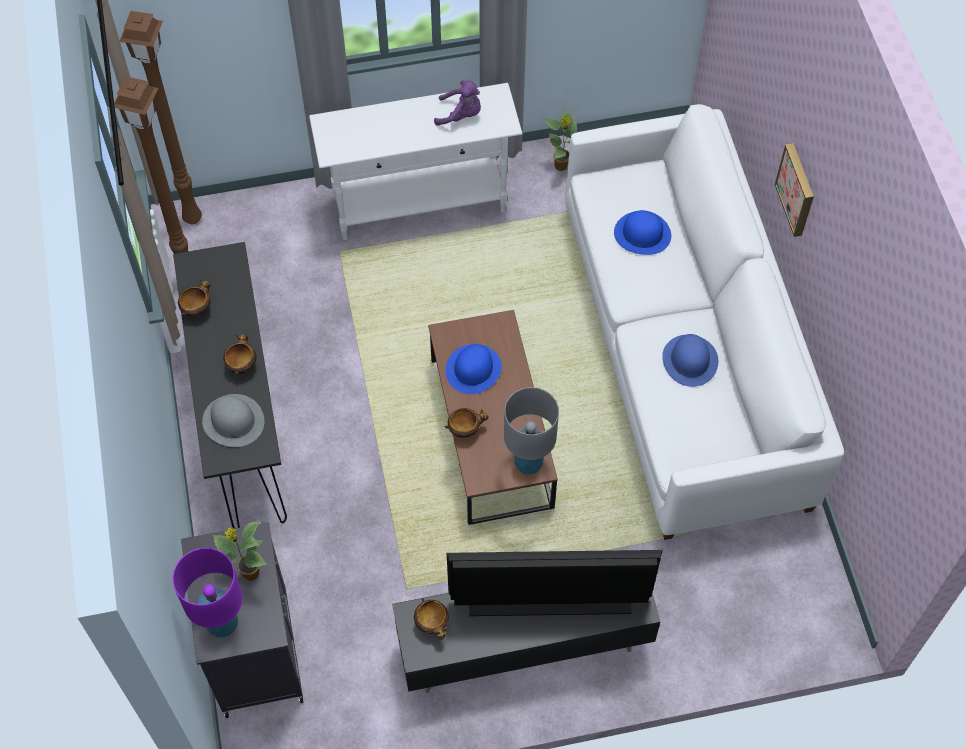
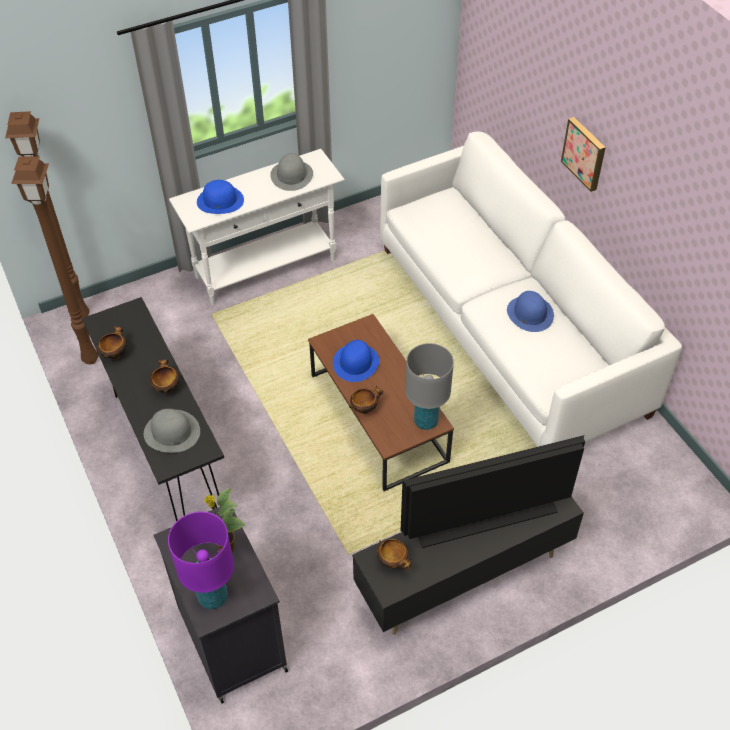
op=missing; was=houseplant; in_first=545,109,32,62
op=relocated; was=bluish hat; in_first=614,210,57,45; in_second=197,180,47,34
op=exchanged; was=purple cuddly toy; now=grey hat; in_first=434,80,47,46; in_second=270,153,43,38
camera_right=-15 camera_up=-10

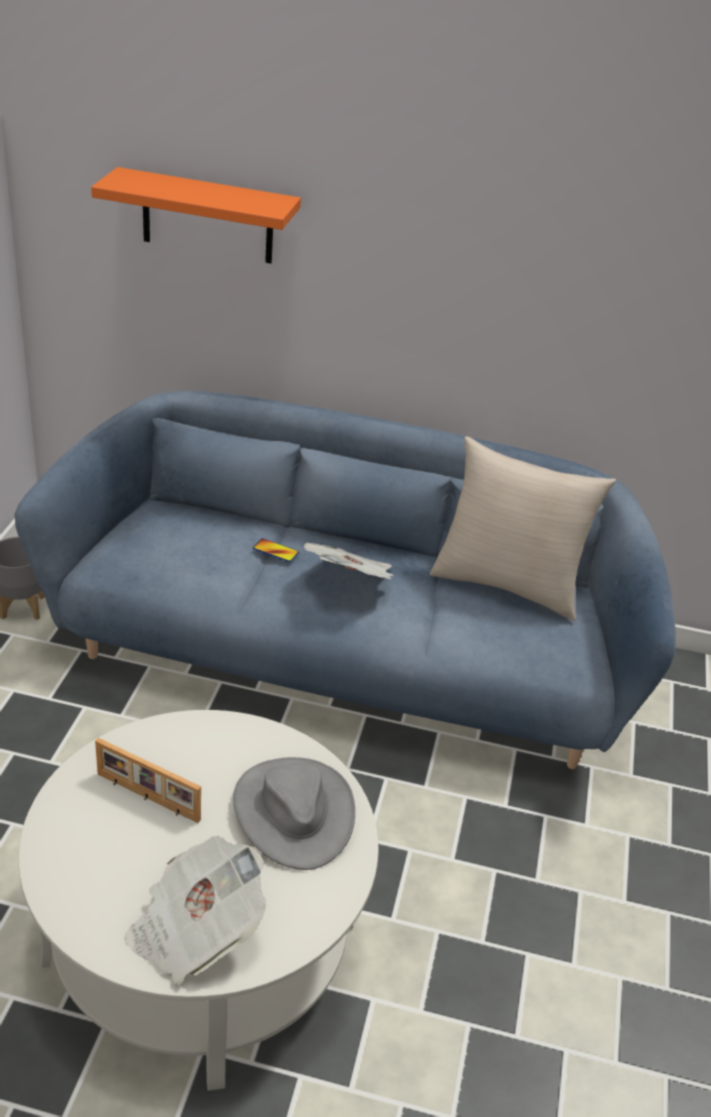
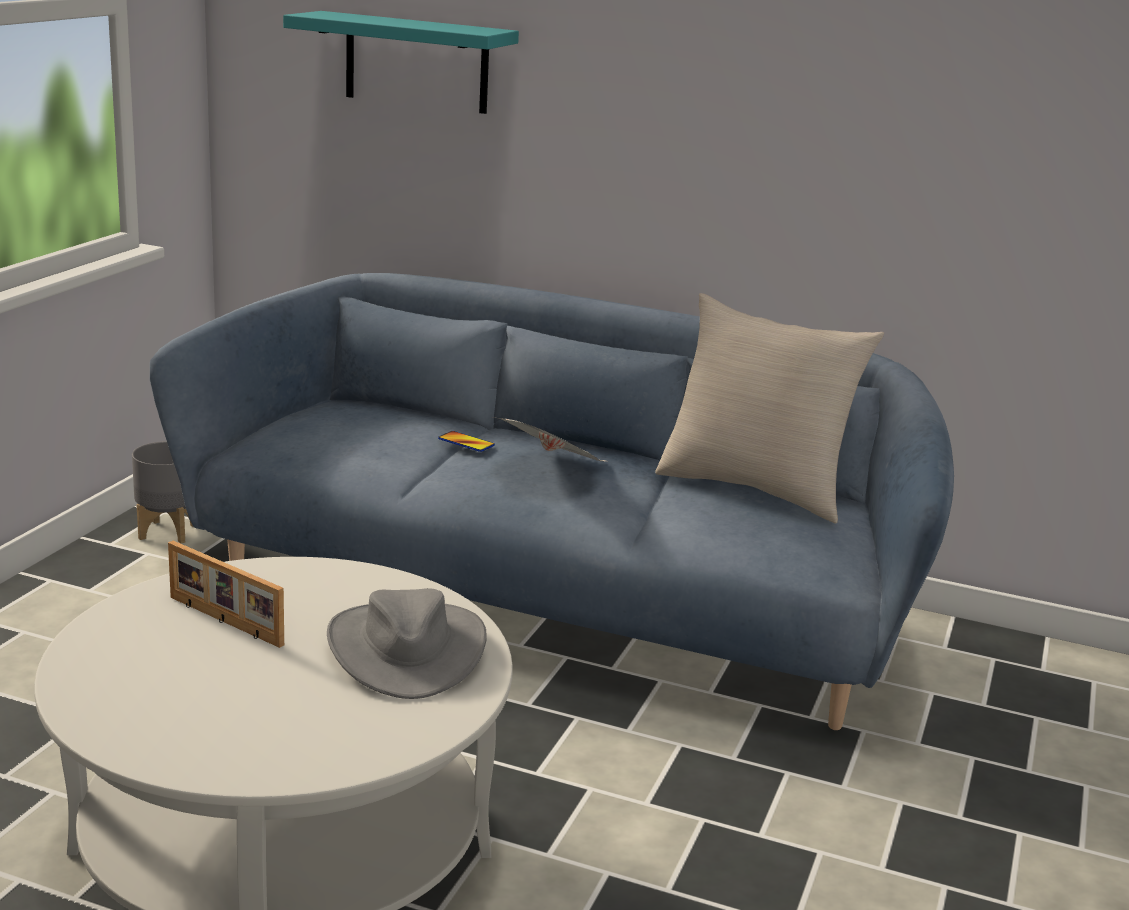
op=missing; was=daily paper; in_first=125,836,141,148
op=colour; was=orange wall shelf; now=blue-green wall shelf; in_first=91,167,210,97; in_second=283,11,236,103
camera_right=10 camera_up=-15

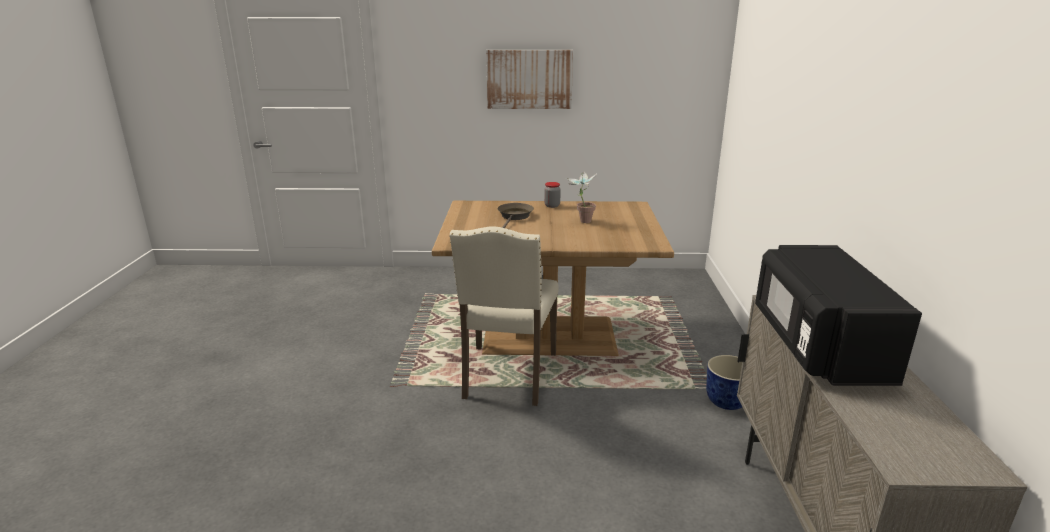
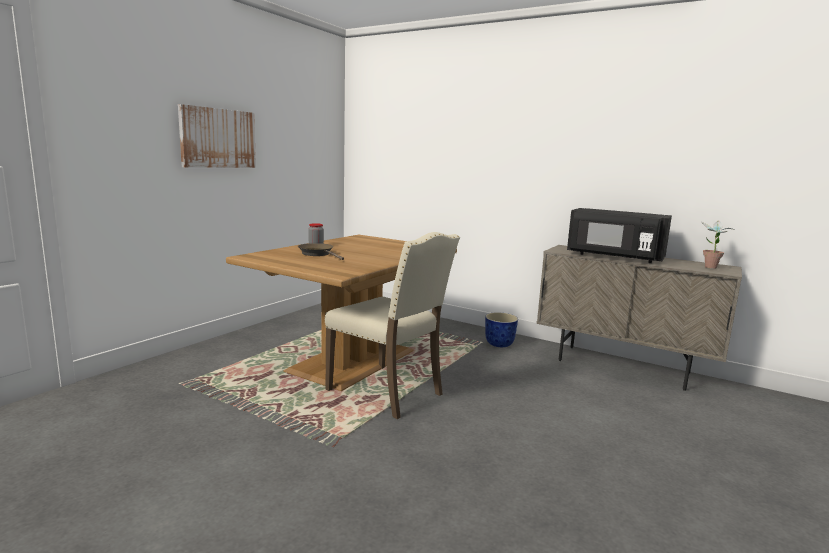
op=relocated; was=houseplant; in_first=566,172,30,51; in_second=702,220,32,49
camera_right=-60 camera_up=-10

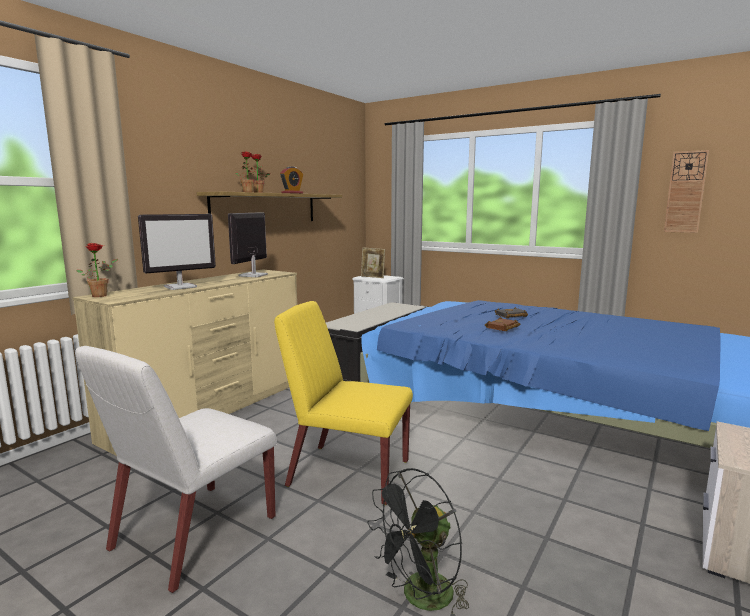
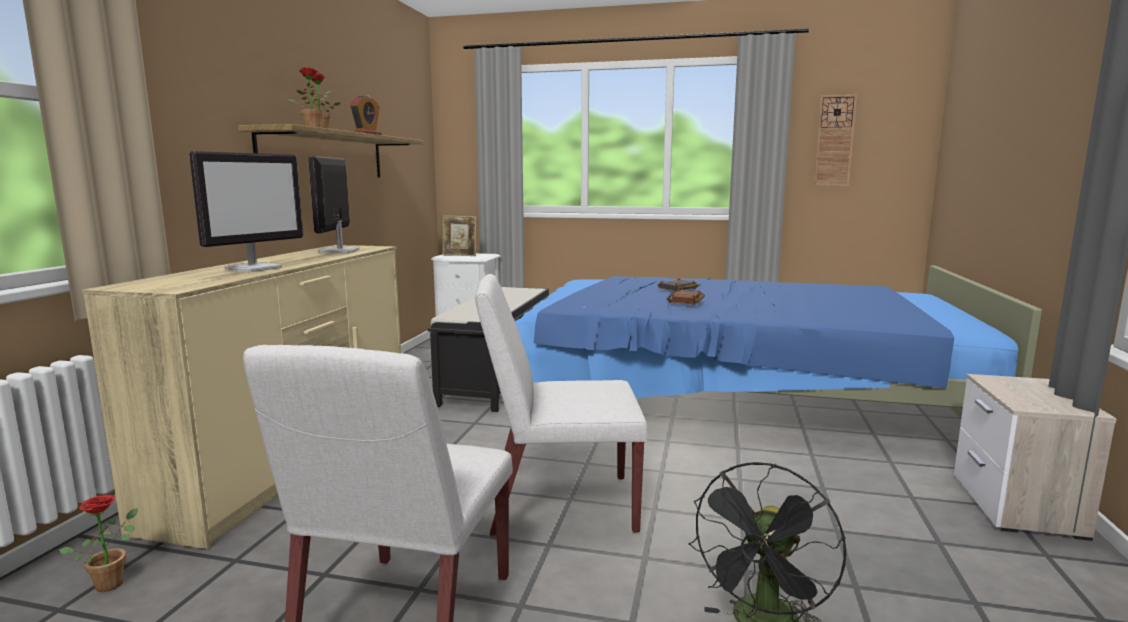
op=relocated; was=houseplant; in_first=76,243,42,54; in_second=59,495,79,97
op=colour; was=yellow-coloured upright chair; now=whitish upright chair; in_first=274,301,139,204; in_second=475,274,173,263
camera_right=-20 camera_up=0

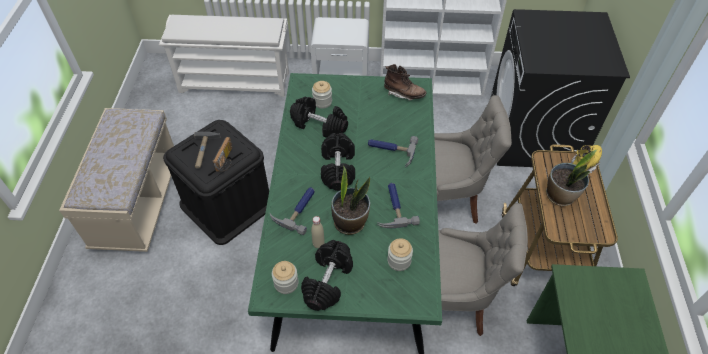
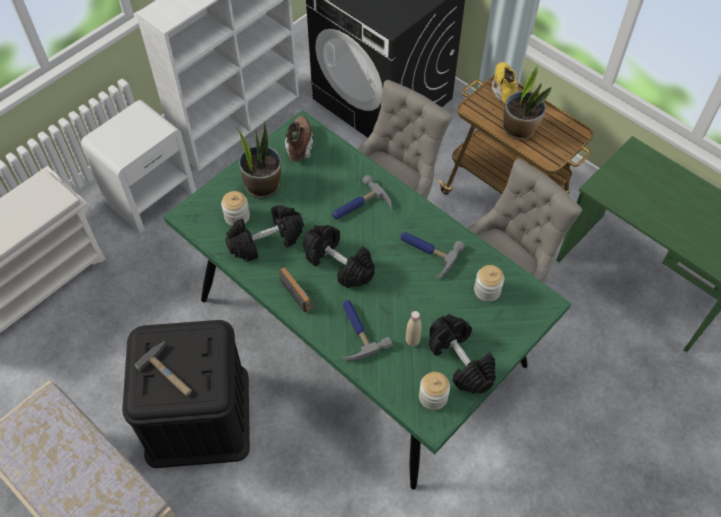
op=relocated; was=radio; in_first=212,137,20,35; in_second=279,267,37,46
op=relocated; was=houseplant; in_first=331,167,39,68; in_second=237,121,44,77
op=spun; was=brown high-top boot; in_first=384,64,42,37; in_second=285,116,29,46; clockwise=-60
camera_right=-50 camera_up=5

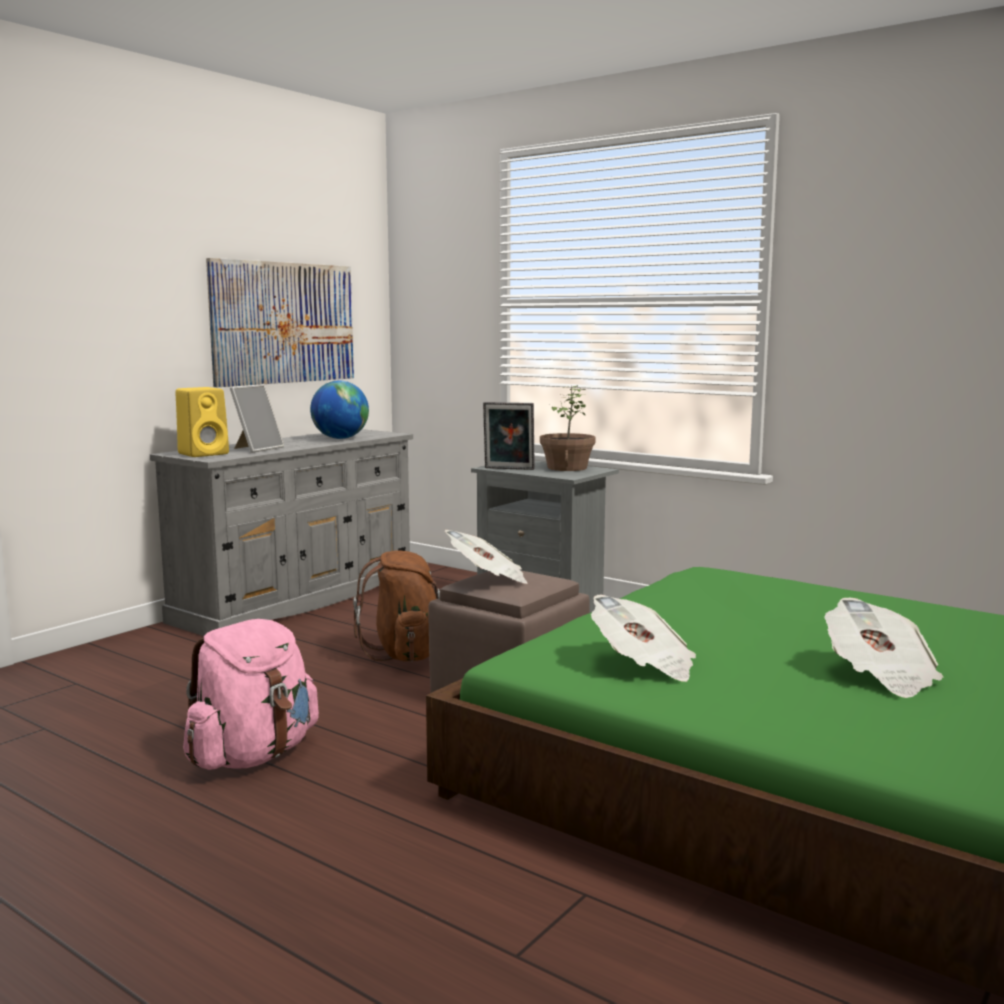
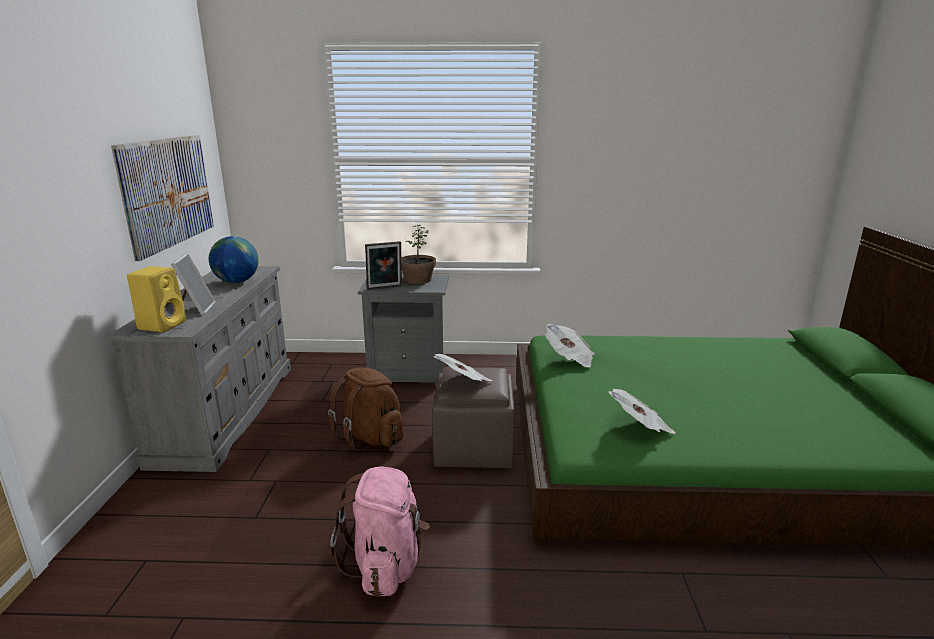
op=relocated; was=daily paper; in_first=824,597,119,101; in_second=545,324,49,43
camera_right=-35 camera_up=10

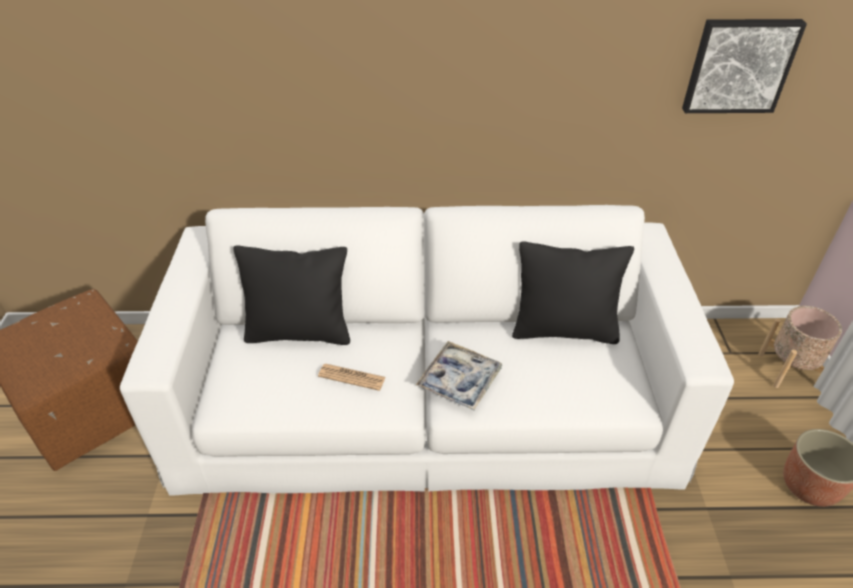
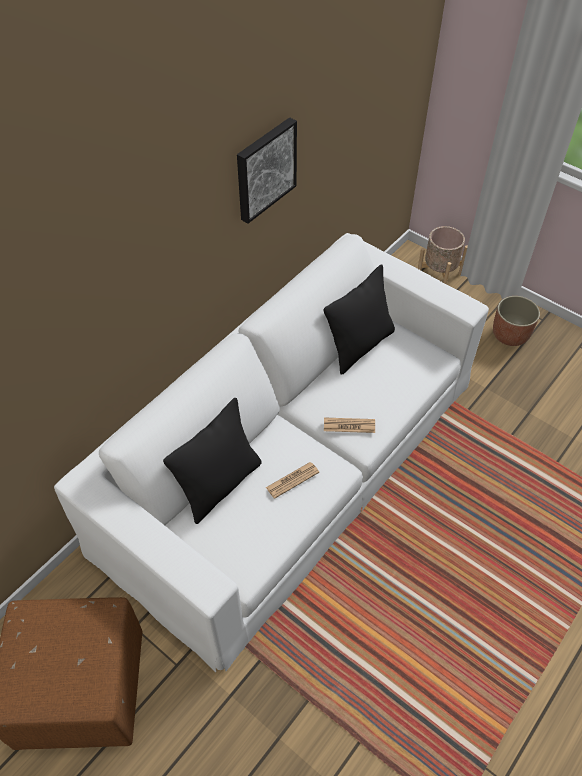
op=relocated; was=picture; in_first=682,19,125,94; in_second=237,117,60,106
op=exchanged; was=serving tray; now=daily paper; in_first=416,341,87,69; in_second=324,417,51,16
camera_right=-50 camera_up=10

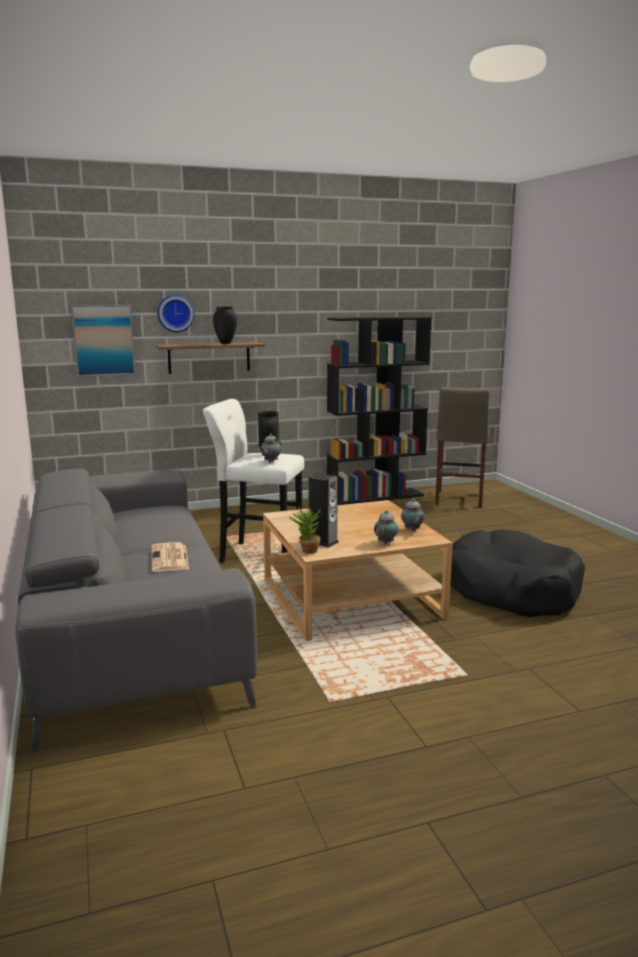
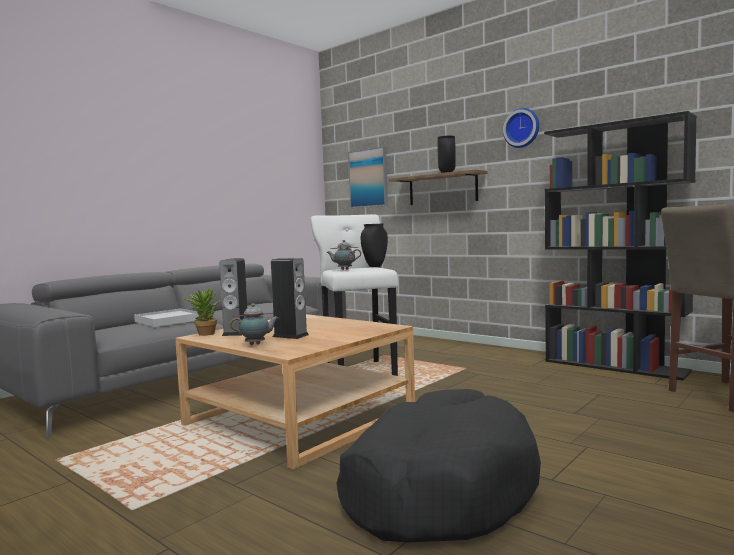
op=missing; was=teapot; in_first=401,499,24,32
op=appeared; now=speaker; in_second=271,258,38,81
op=relocated; was=clock on the wall; in_first=157,295,37,37; in_second=503,108,36,40
op=exchanged; was=daily paper; now=whitish serving tray; in_first=152,542,37,30; in_second=134,308,65,19
camera_right=60 camera_up=-10

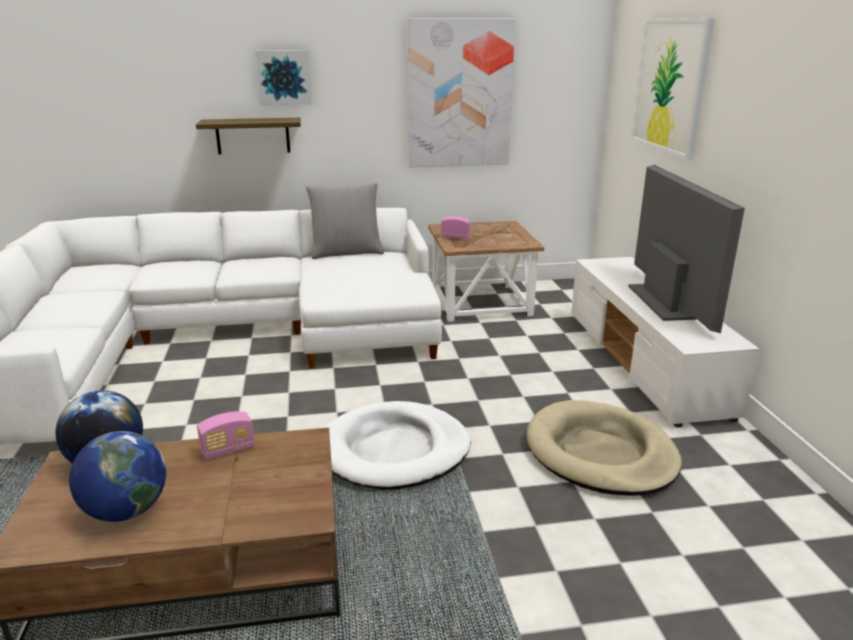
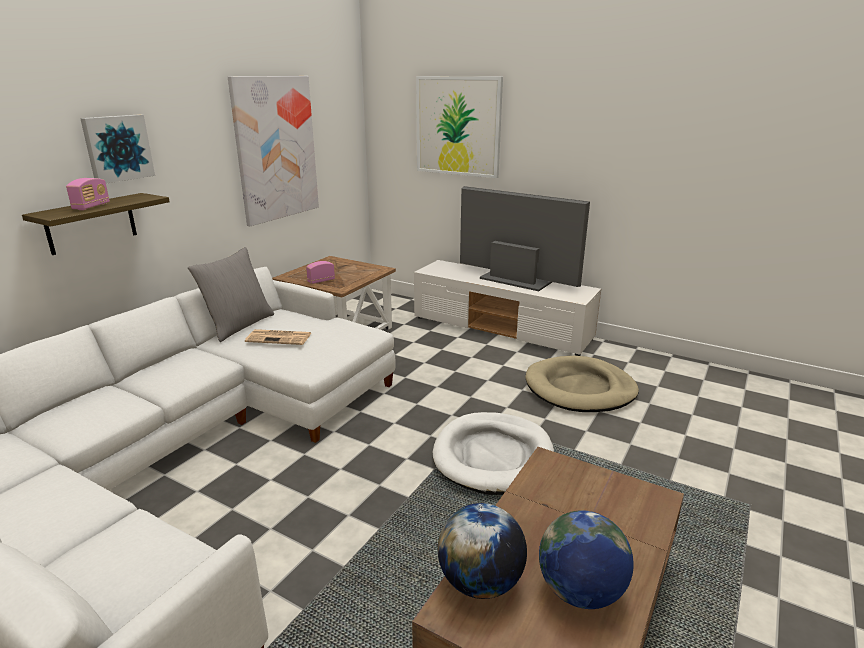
op=appeared; now=daily paper; in_second=245,329,66,16
op=relocated; was=radio; in_first=197,411,58,49; in_second=66,178,44,32
camera_right=-50 camera_up=0

